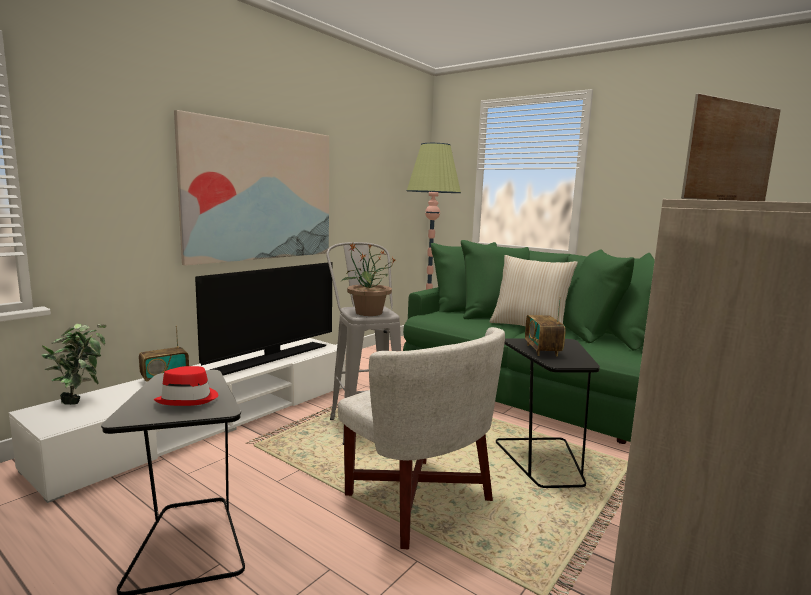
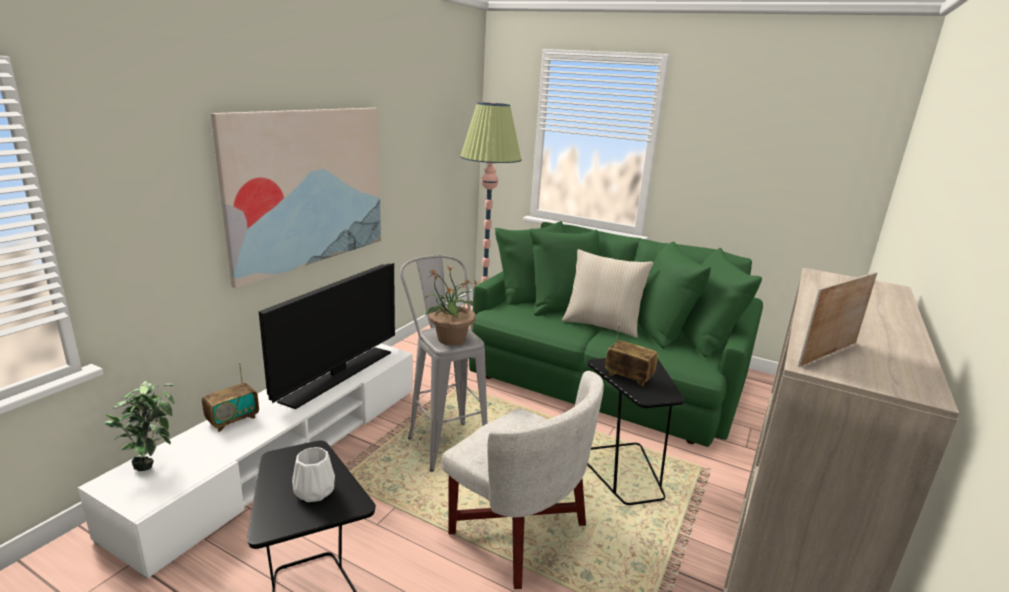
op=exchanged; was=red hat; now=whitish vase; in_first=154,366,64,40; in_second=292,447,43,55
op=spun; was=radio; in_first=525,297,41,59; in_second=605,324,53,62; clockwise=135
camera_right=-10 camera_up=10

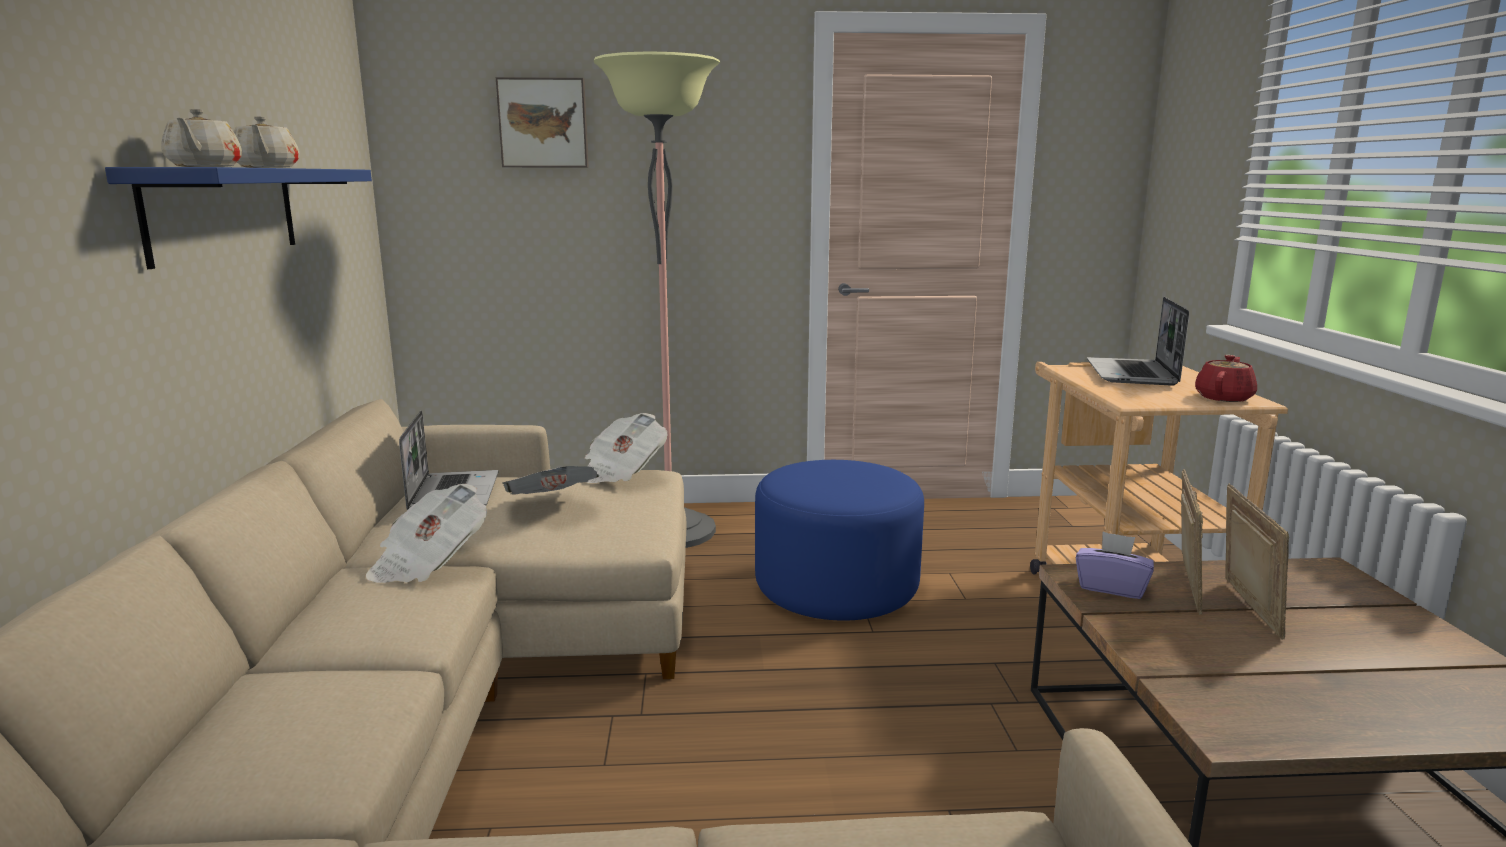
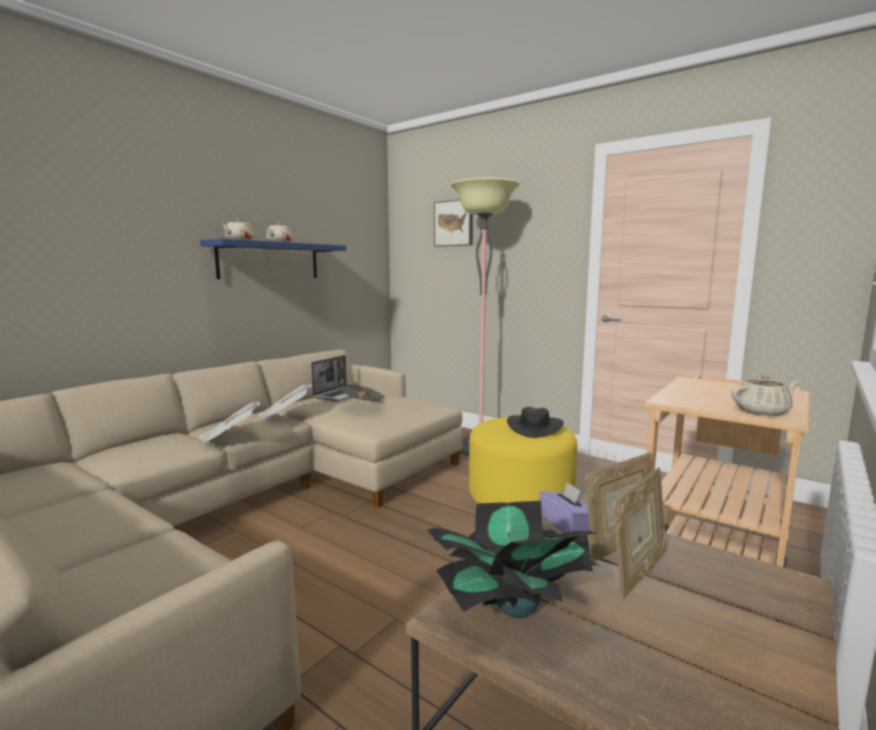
op=missing; was=notebook computer; in_first=1087,297,102,89
op=appeared; now=houseplant; in_second=427,501,173,117
op=appeared; now=black hat; in_second=507,407,57,31
op=relocated; was=daily paper; in_first=585,413,83,70; in_second=199,401,61,42
op=colour; was=bluish ottoman; now=yellow-coloured ottoman; in_first=755,460,169,161; in_second=469,417,108,87
op=colour; was=red teapot; now=beige-coloured teapot; in_first=1195,355,62,47; in_second=731,374,69,42
camera_right=40 camera_up=-5

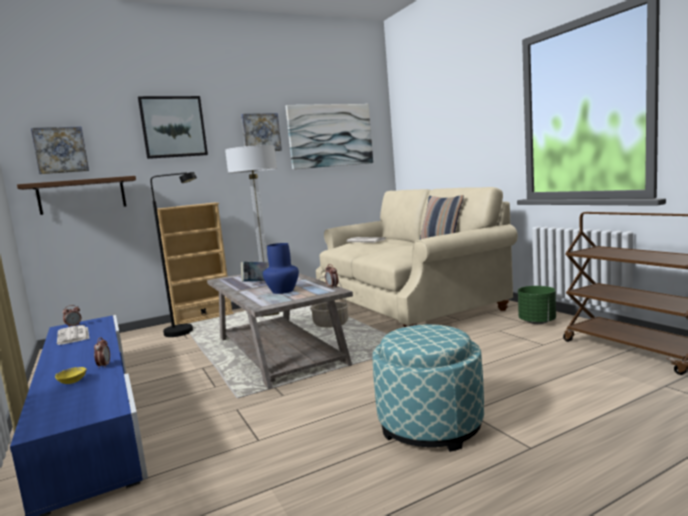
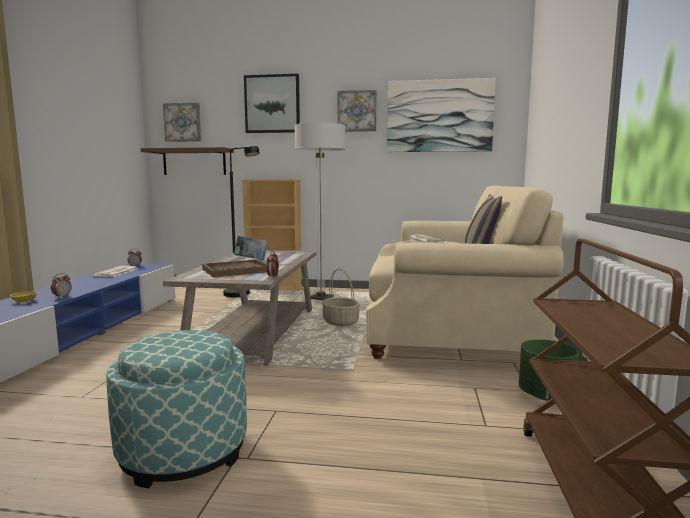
op=exchanged; was=bluish vase; now=brown serving tray; in_first=263,243,36,51; in_second=202,259,65,18
camera_right=35 camera_up=0

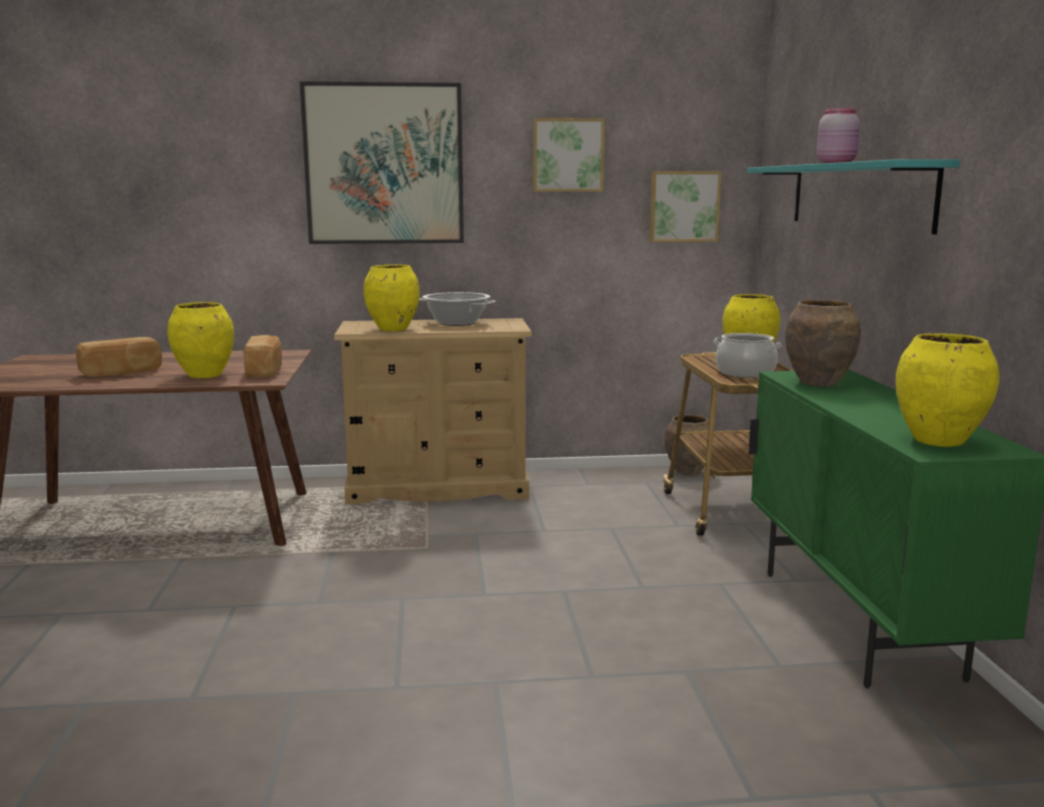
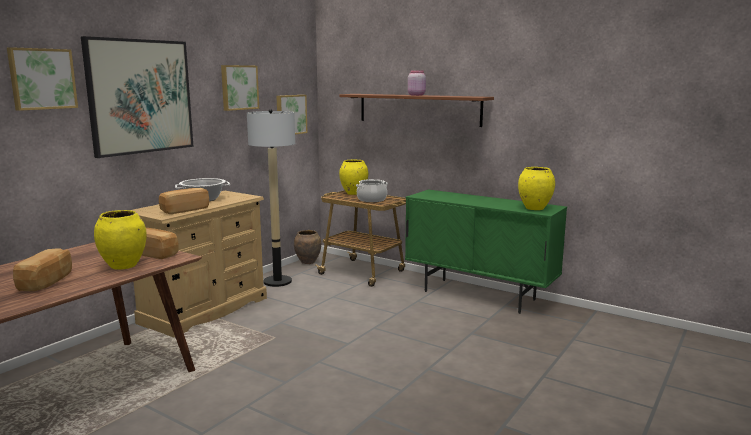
op=missing; was=brown vase; in_first=785,300,76,87
op=appeared; now=picture; in_second=7,47,71,64
op=appeared; now=floor lamp; in_second=247,109,48,178
op=exchanged; was=yellow-coloured vase; now=bakery bread; in_first=363,264,57,67; in_second=159,188,50,26
op=colour; was=blue-green wall shelf; now=brown wall shelf; in_first=747,159,213,76; in_second=340,94,154,33
camera_right=-50 camera_up=0

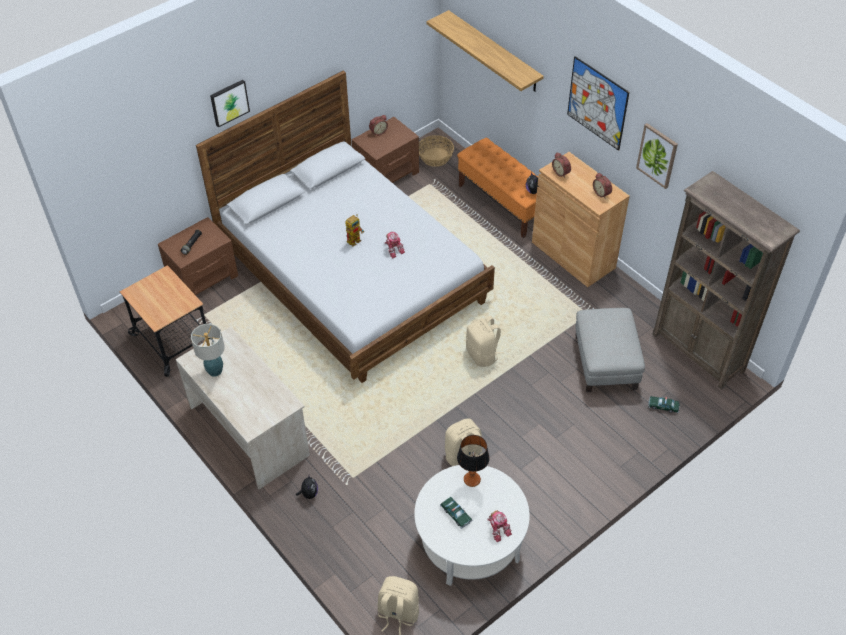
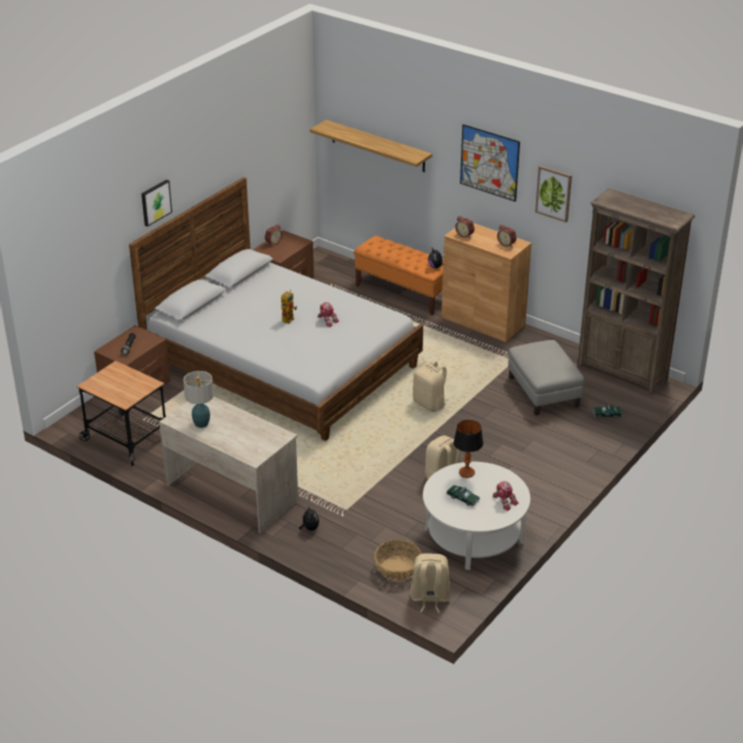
op=relocated; was=basket; in_first=419,135,35,32; in_second=374,540,48,41
camera_right=-15 camera_up=-15

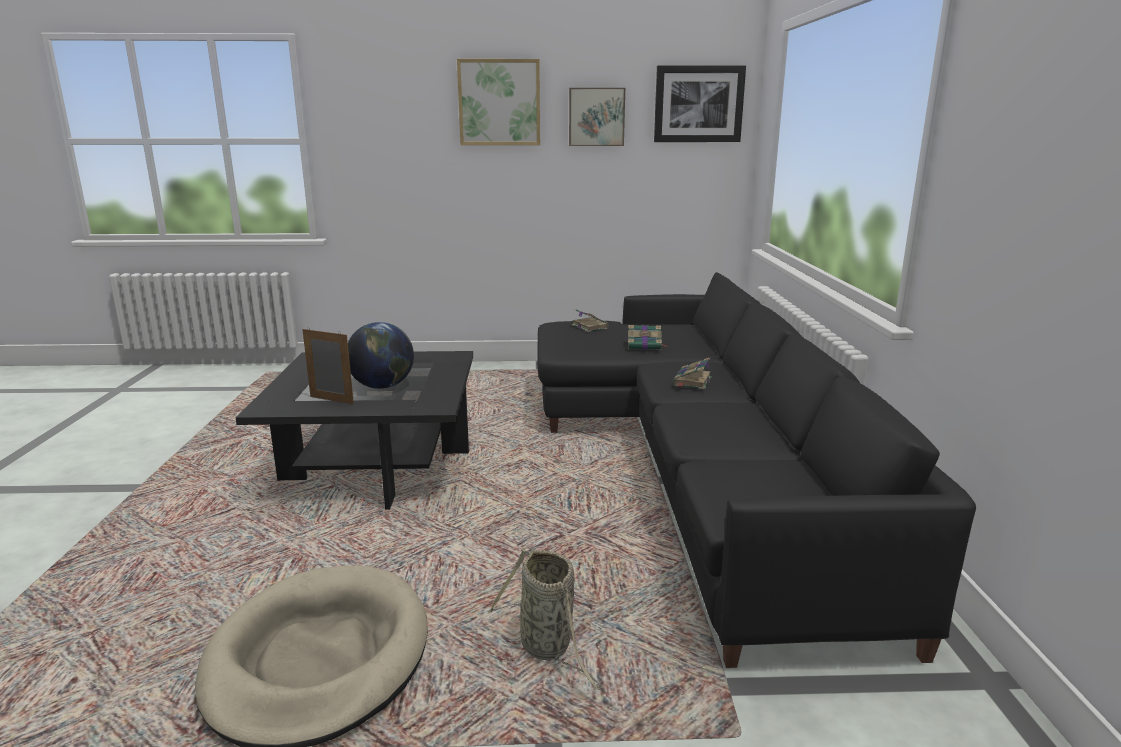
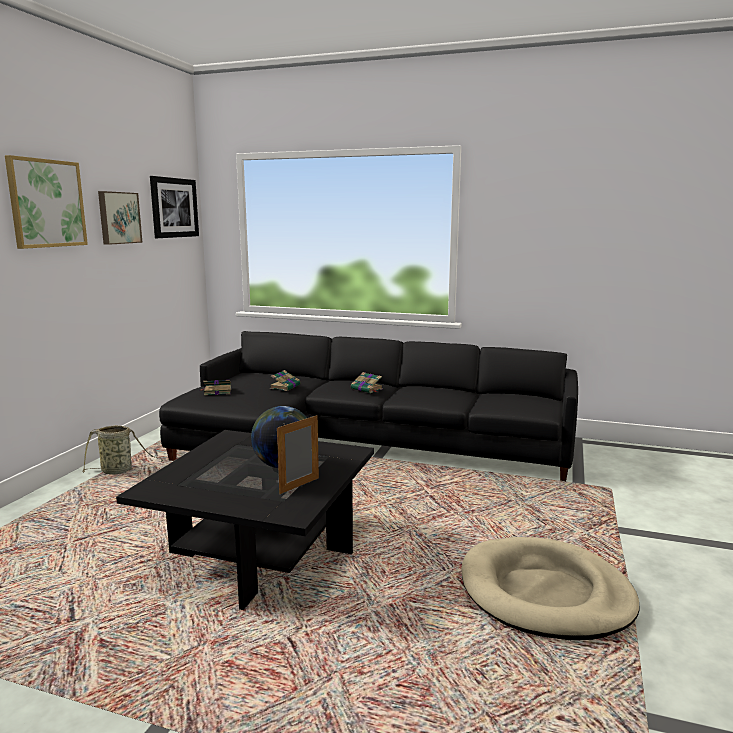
op=relocated; was=basket; in_first=487,547,116,143; in_second=82,425,81,50
camera_right=-70 camera_up=-5

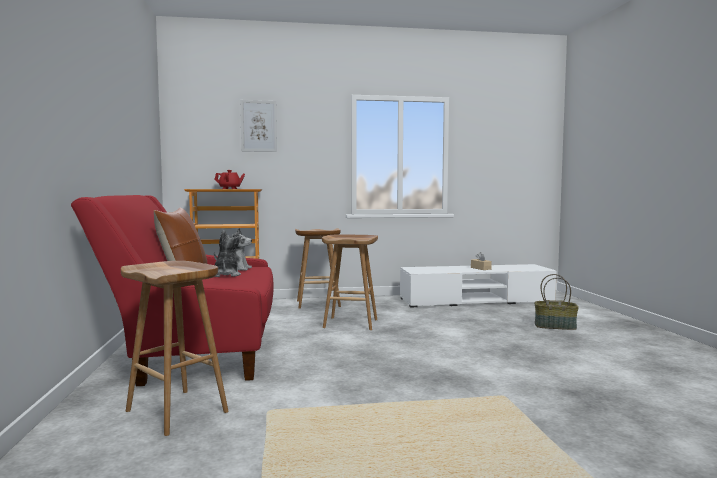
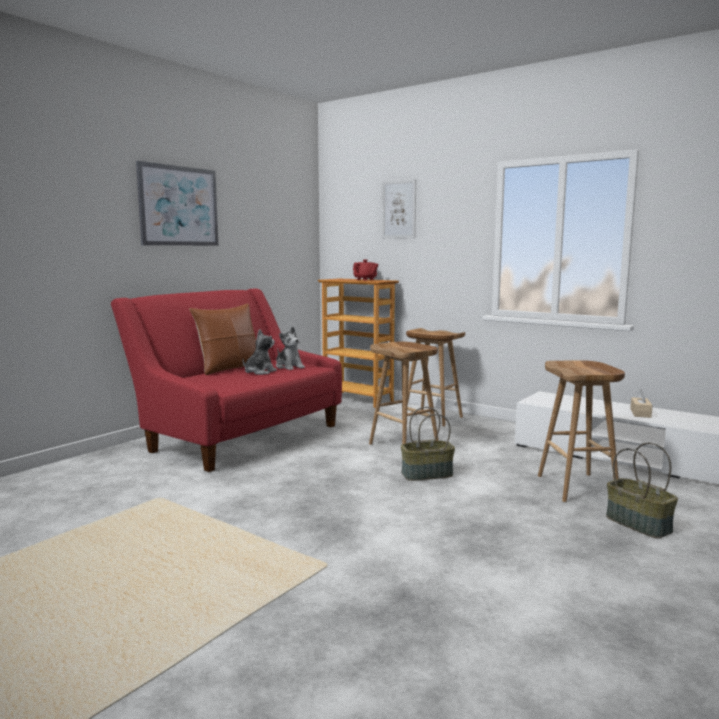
op=appeared; now=picture; in_second=136,161,82,85
op=appeared; now=basket; in_second=401,407,54,74
op=relocated; was=brown sitting stool; in_first=121,261,108,175; in_second=538,360,87,142
camera_right=45 camera_up=5

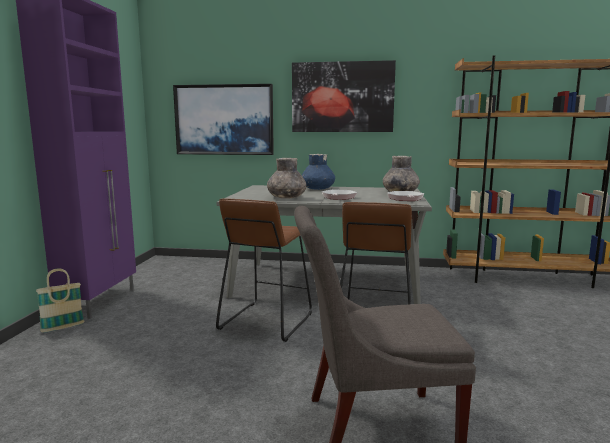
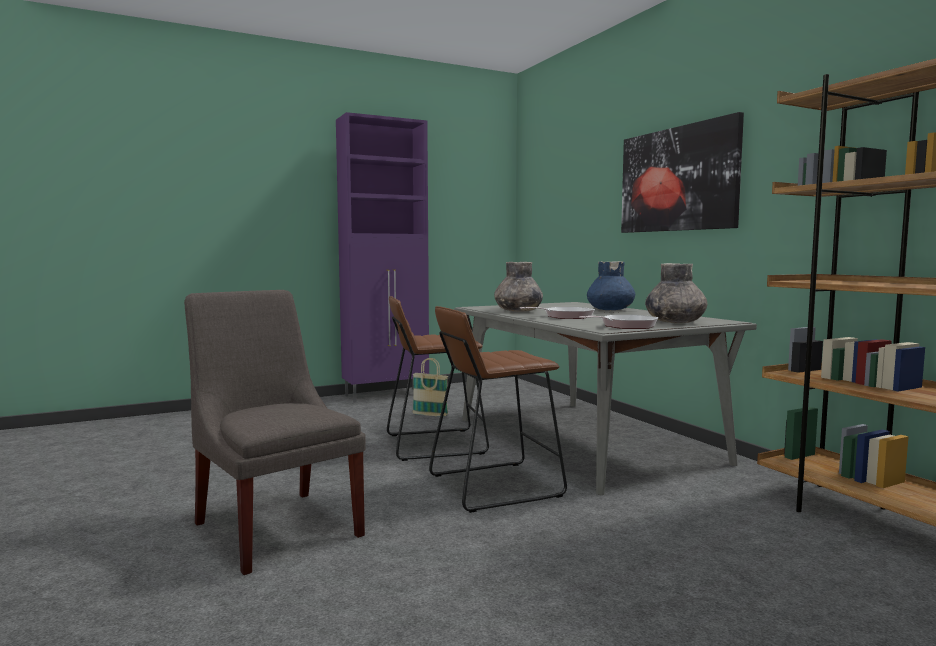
op=missing; was=picture; in_first=173,84,101,71
op=relocated; was=basket; in_first=36,268,48,65; in_second=412,358,36,58
camera_right=55 camera_up=-5

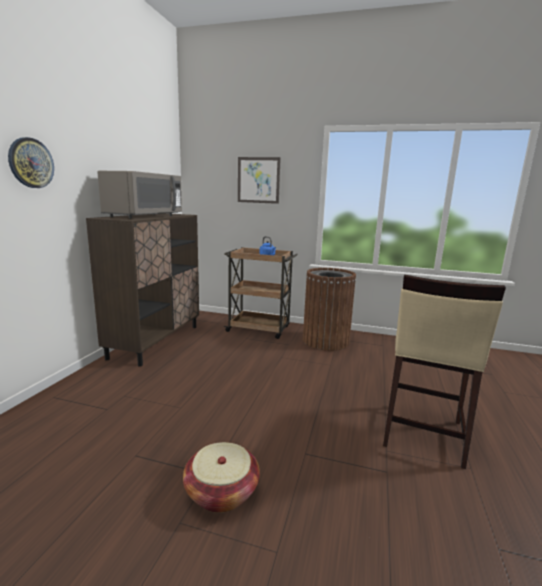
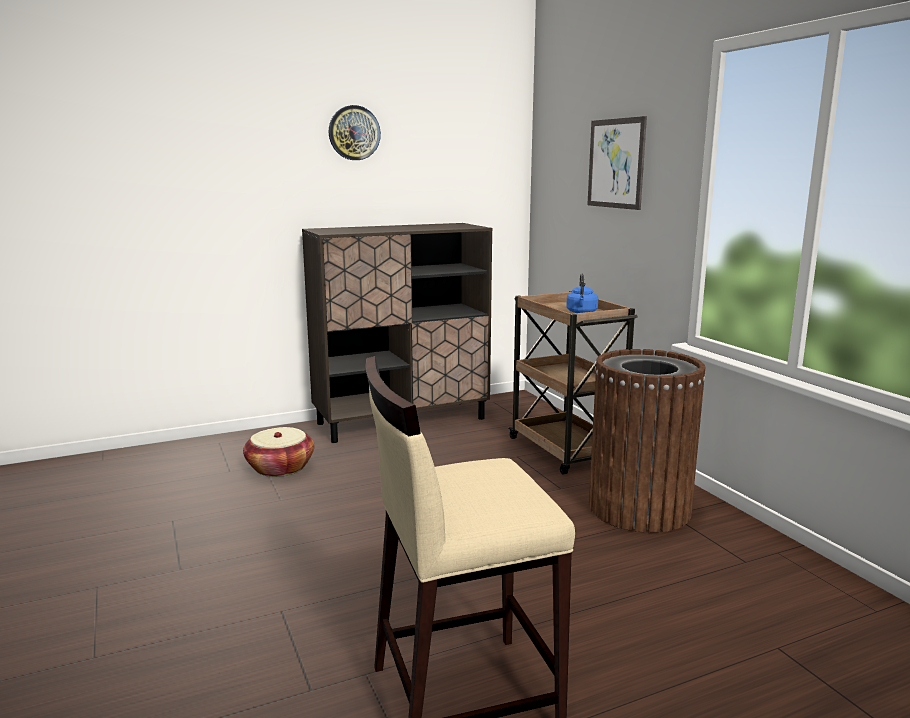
op=missing; was=grey microwave; in_first=97,171,85,47
op=relocated; was=clock on the wall; in_first=8,137,46,51; in_second=329,105,52,55
op=relocated; was=basket; in_first=183,442,77,71; in_second=243,427,71,50
camera_right=50 camera_up=0

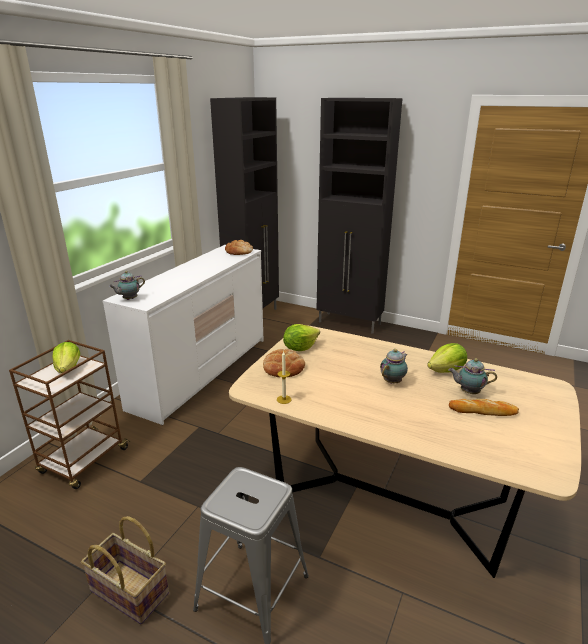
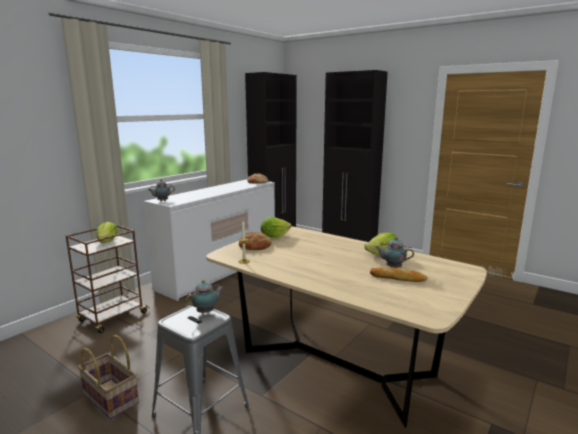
op=relocated; was=teapot; in_first=380,349,28,35; in_second=185,280,39,33
camera_right=10 camera_up=-10

